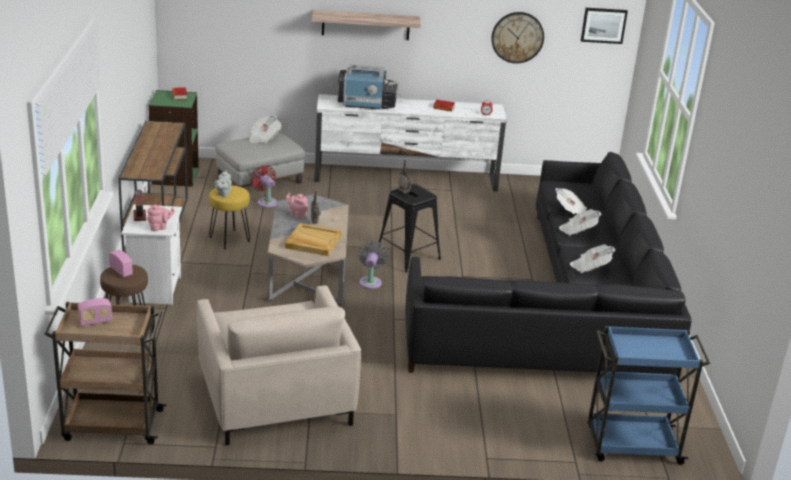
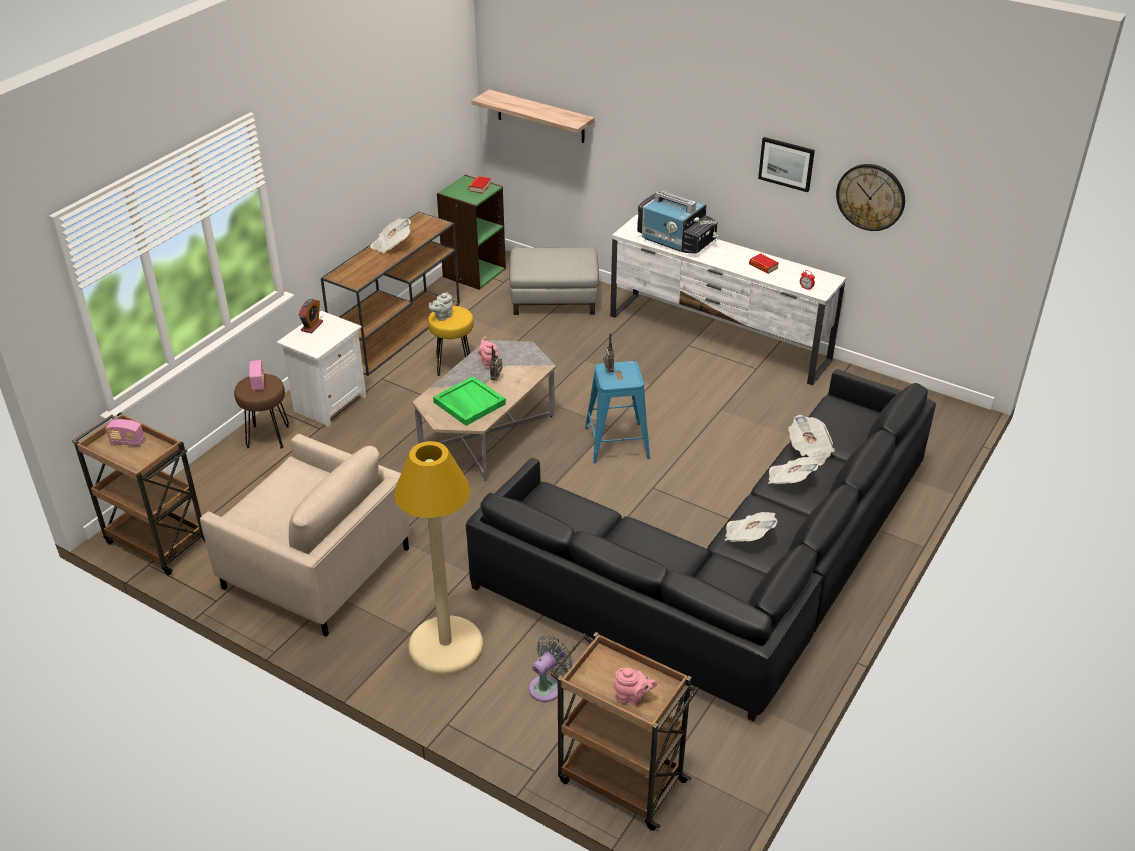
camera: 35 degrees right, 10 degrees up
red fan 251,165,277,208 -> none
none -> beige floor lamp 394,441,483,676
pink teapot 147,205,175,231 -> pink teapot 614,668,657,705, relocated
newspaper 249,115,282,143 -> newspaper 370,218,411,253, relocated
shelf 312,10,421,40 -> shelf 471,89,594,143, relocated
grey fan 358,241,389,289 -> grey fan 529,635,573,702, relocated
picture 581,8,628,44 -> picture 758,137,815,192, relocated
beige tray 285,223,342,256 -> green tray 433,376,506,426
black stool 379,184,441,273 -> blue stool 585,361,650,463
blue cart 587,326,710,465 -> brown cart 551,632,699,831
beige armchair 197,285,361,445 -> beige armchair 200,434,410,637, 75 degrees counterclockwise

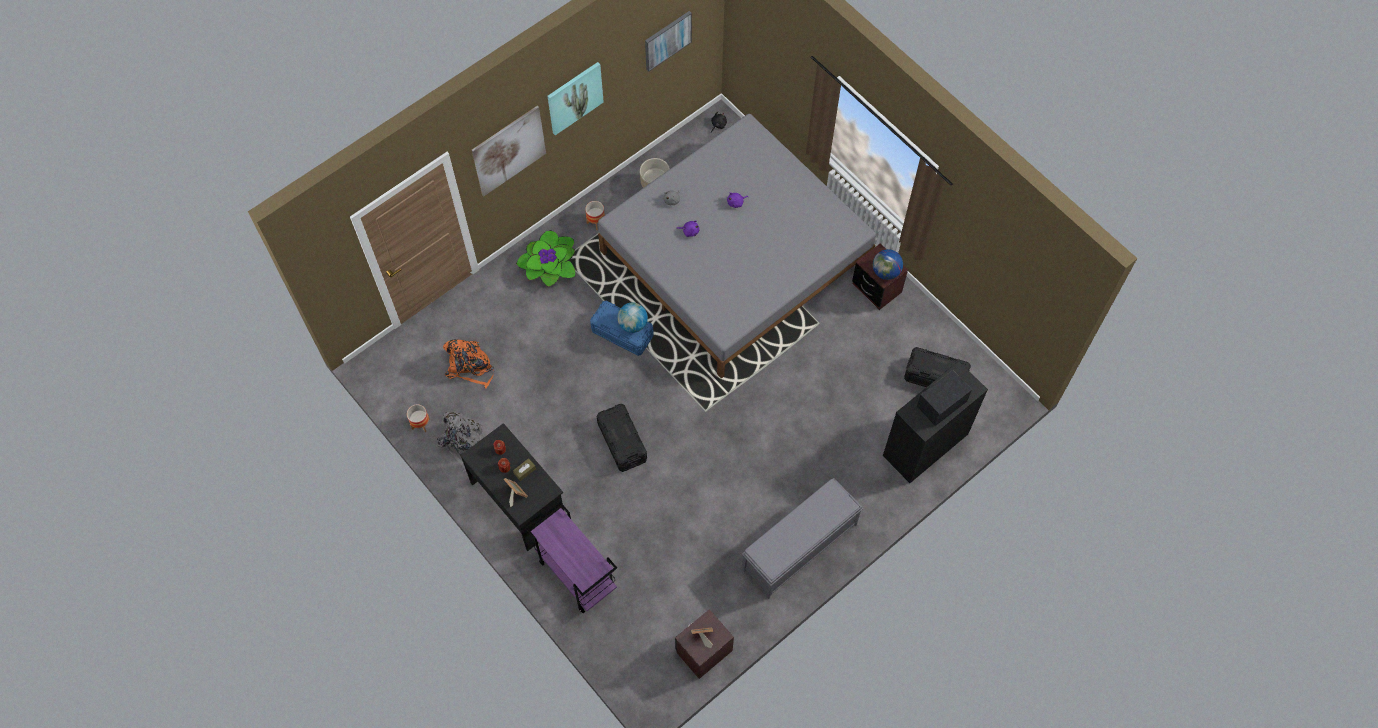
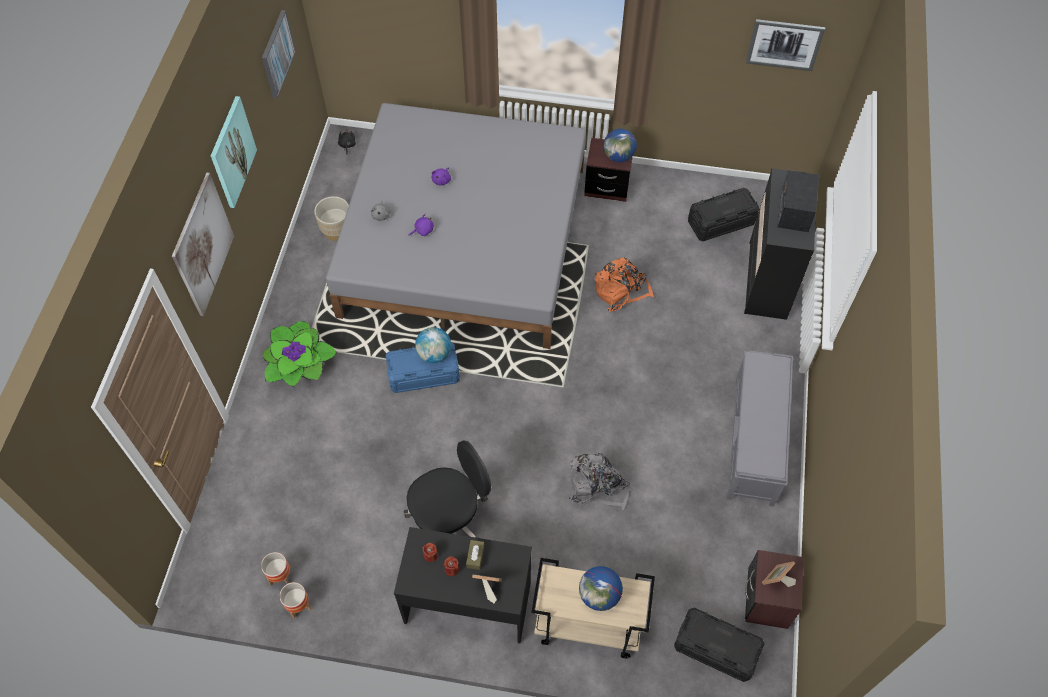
camera: 40 degrees left, 5 degrees down
none -> black office chair 404,440,491,538
none -> globe 579,566,623,611
none -> picture 746,19,825,71
grey backpack 437,412,483,472 -> grey backpack 569,453,630,510, relocated
orange backpack 443,339,494,388 -> orange backpack 595,257,654,312, relocated
planter 585,201,605,230 -> planter 261,552,291,586, relocated
black storage box 597,404,647,472 -> black storage box 674,608,765,682, relocated
purple cart 526,502,617,613 -> beige cart 531,558,655,659

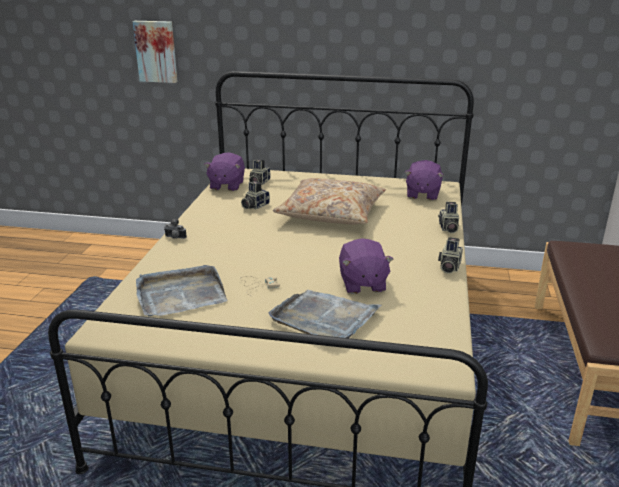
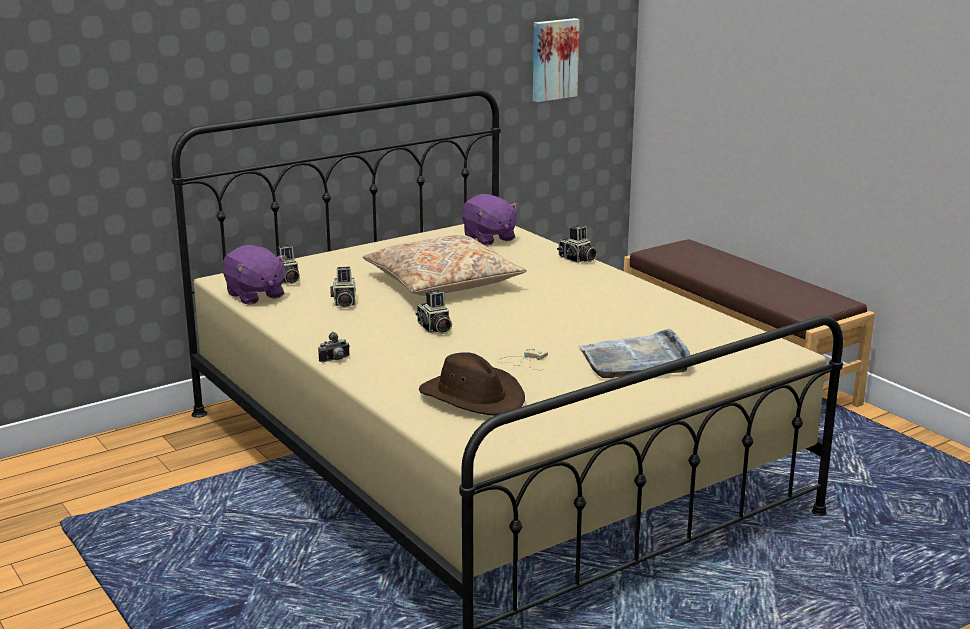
camera: 45 degrees left, 5 degrees down
purple plush toy 339,238,393,294 -> none
picture 133,21,178,83 -> picture 533,18,580,102, relocated
photo camera 438,237,463,274 -> photo camera 416,290,452,334, relocated
grey tray 136,265,228,317 -> brown hat 419,352,525,416

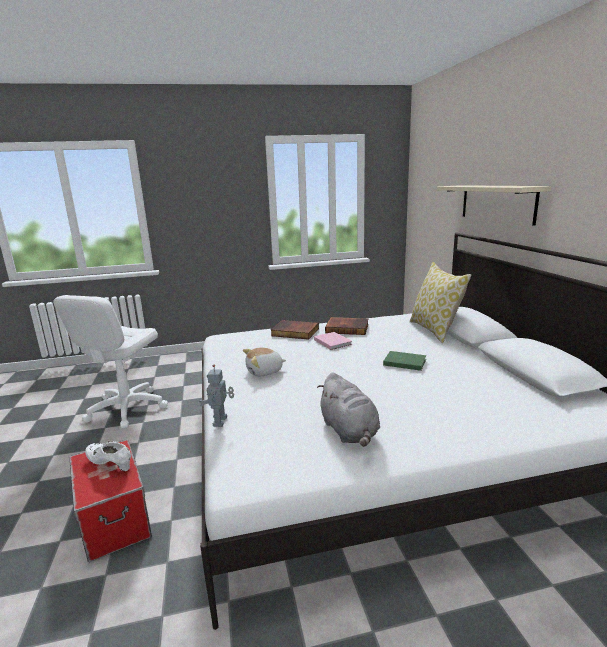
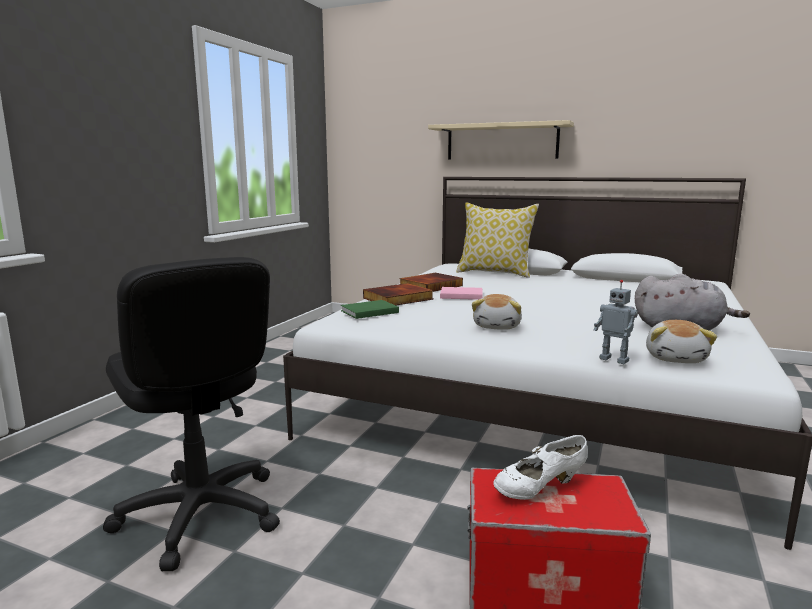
camera: 55 degrees left, 5 degrees down
none -> plush toy 646,320,717,363
green book 383,351,426,371 -> green book 341,300,399,319, relocated
white office chair 53,295,168,428 -> black office chair 103,257,280,571

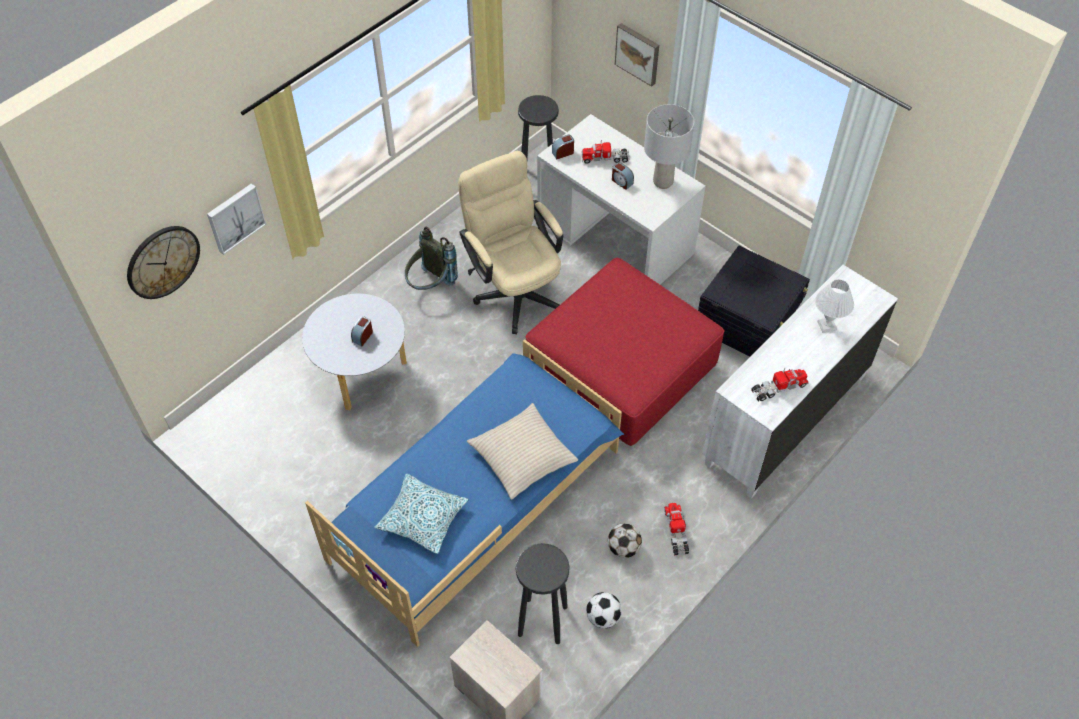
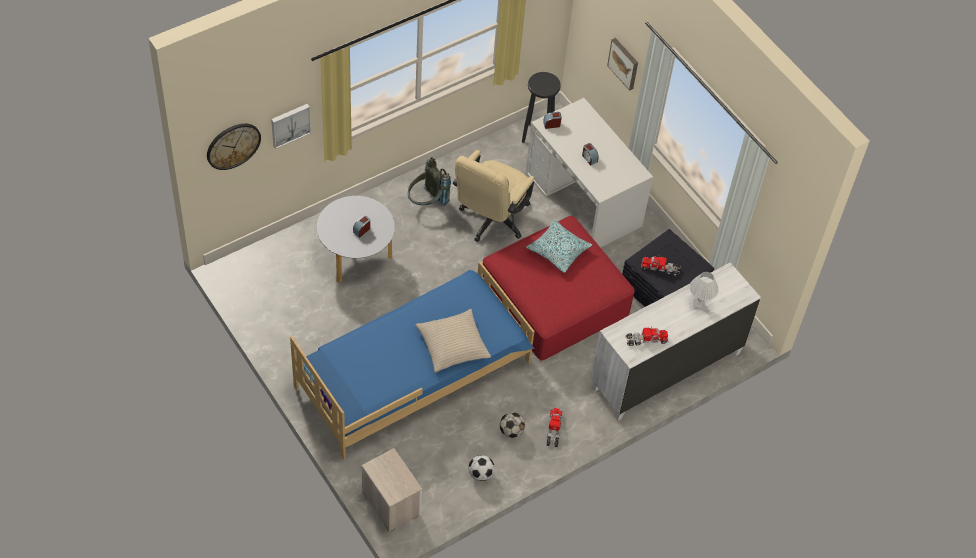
camera: 10 degrees right, 0 degrees up
black stool 516,543,570,644 -> none
grey table lamp 644,104,694,189 -> none
pillow 374,474,469,554 -> pillow 526,219,593,273, relocated
toy truck 582,140,629,164 -> toy truck 641,255,681,276, relocated
beige office chair 458,151,563,334 -> beige office chair 453,150,534,242, 135 degrees counterclockwise

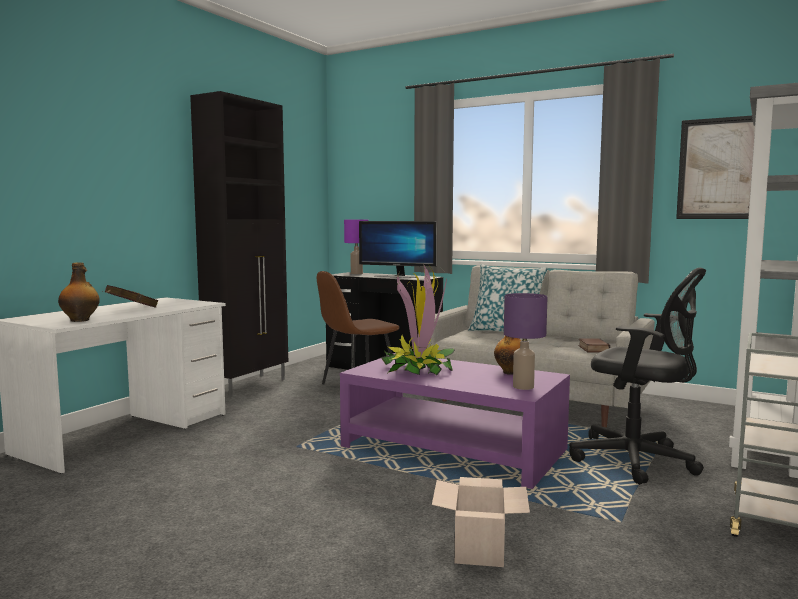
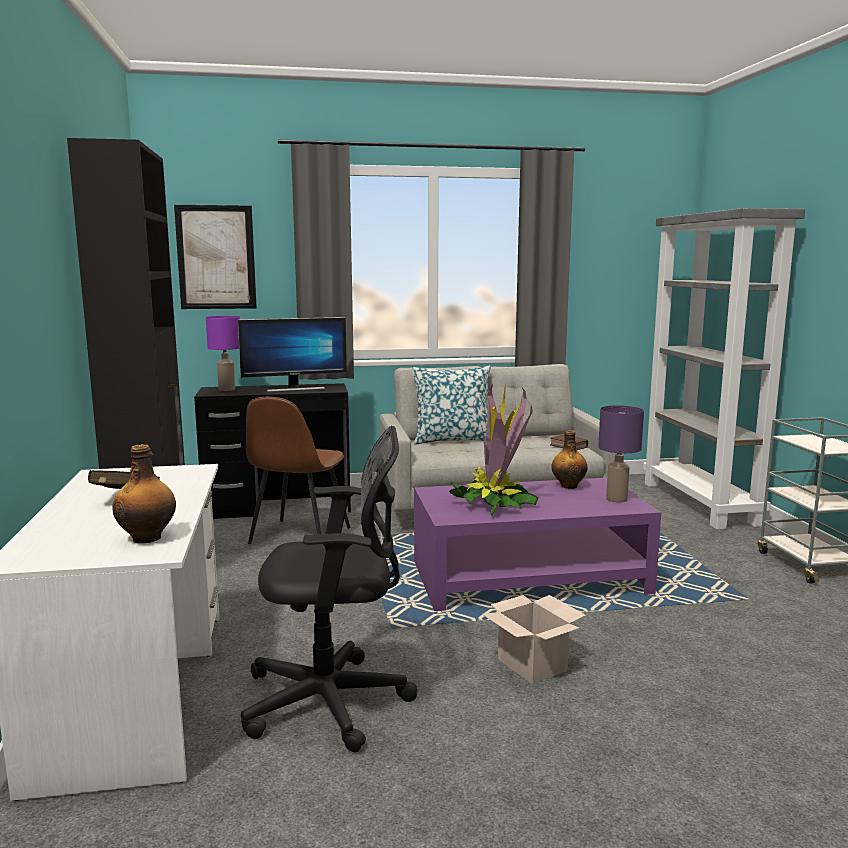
camera: 40 degrees left, 5 degrees up
cardboard box 432,477,530,567 -> cardboard box 482,595,586,684, relocated
black office chair 569,268,706,485 -> black office chair 241,426,417,752, relocated
picture 676,116,755,219 -> picture 174,205,257,309, relocated

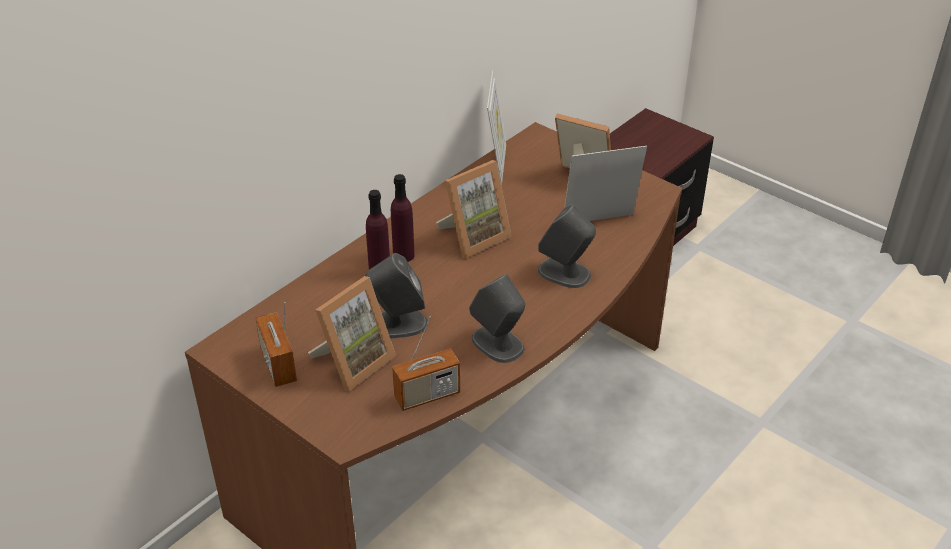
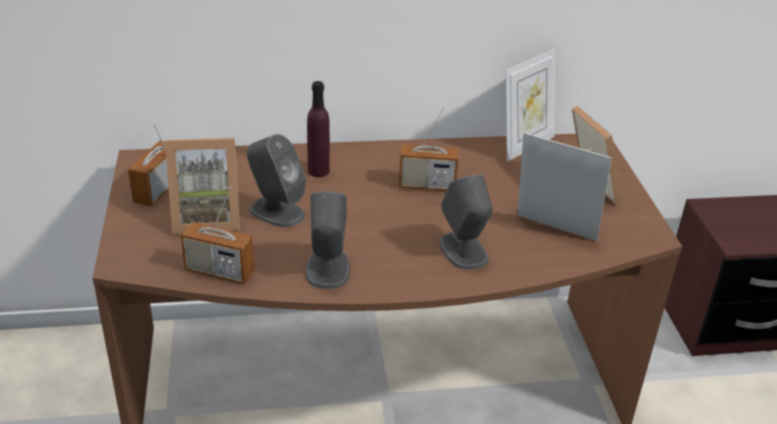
camera: 40 degrees right, 5 degrees down
purple bottle 391,174,414,262 -> none
picture frame 436,160,511,258 -> radio 399,107,459,191

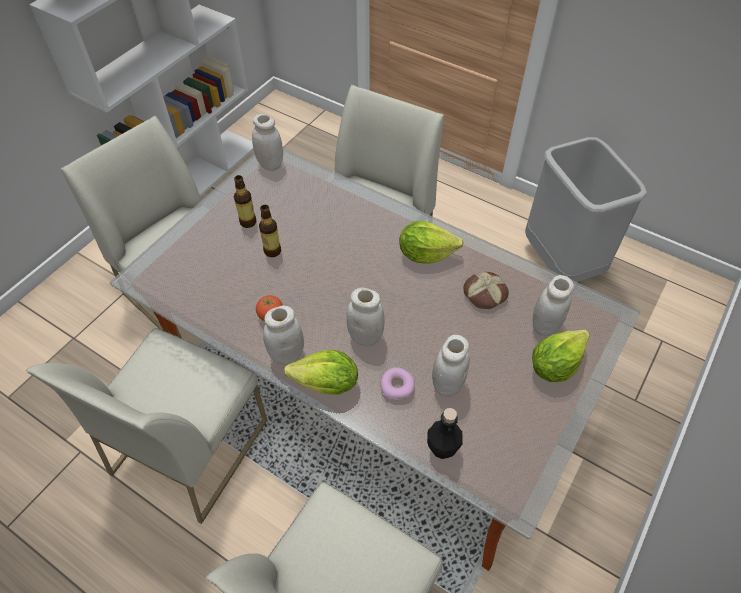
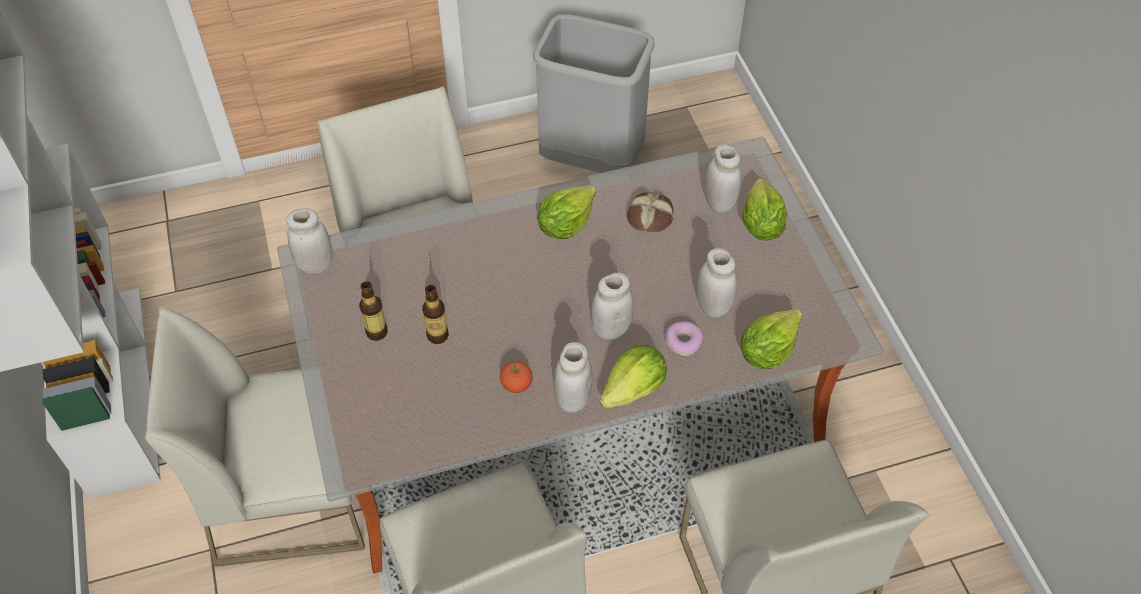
camera: 50 degrees left, 0 degrees up
black bottle 427,408,462,459 -> lettuce 741,309,802,369

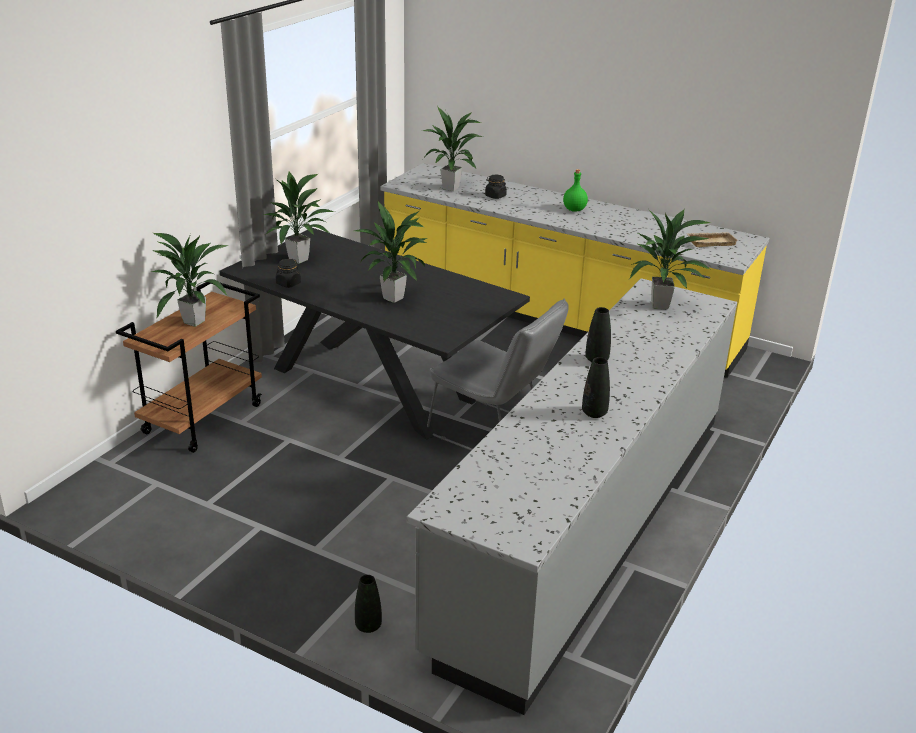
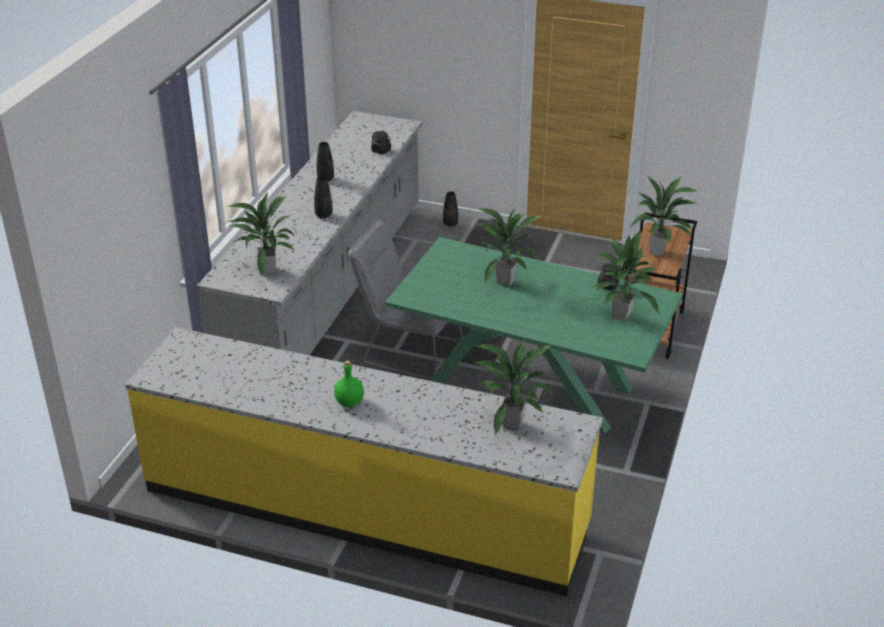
camera: 170 degrees right, 5 degrees up
beige tray 686,232,738,247 -> none
black jar 485,175,507,199 -> black jar 371,131,391,154, relocated
black dining table 220,228,530,440 -> green dining table 385,237,683,433

